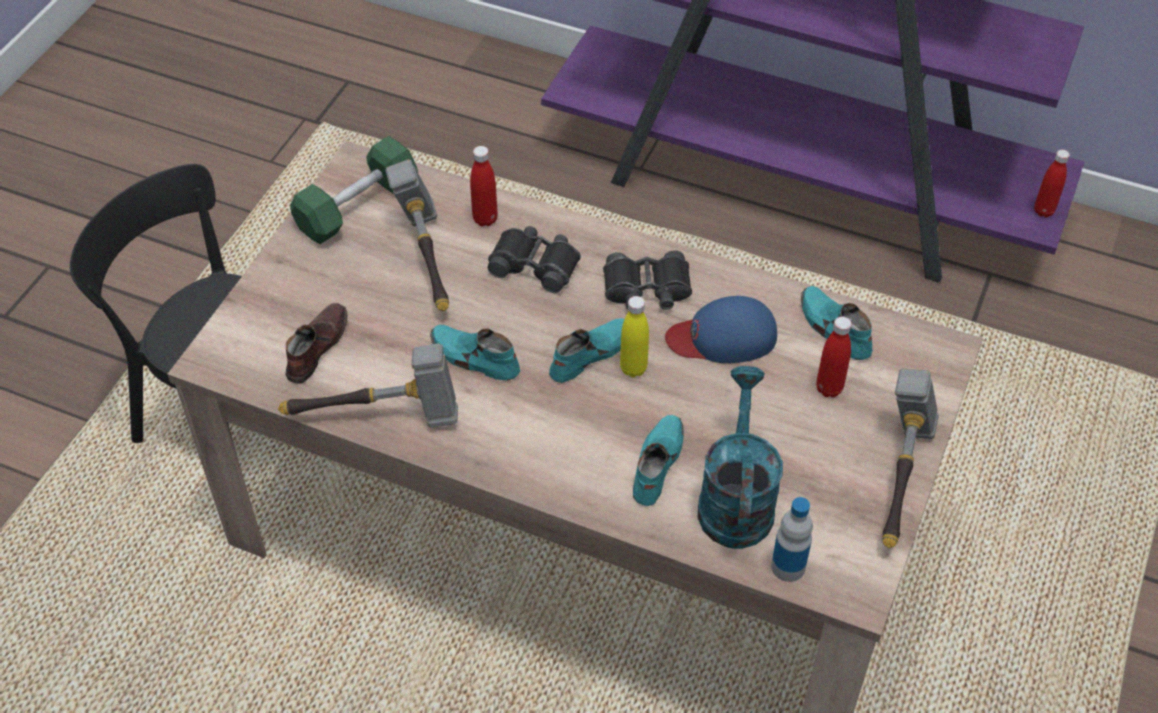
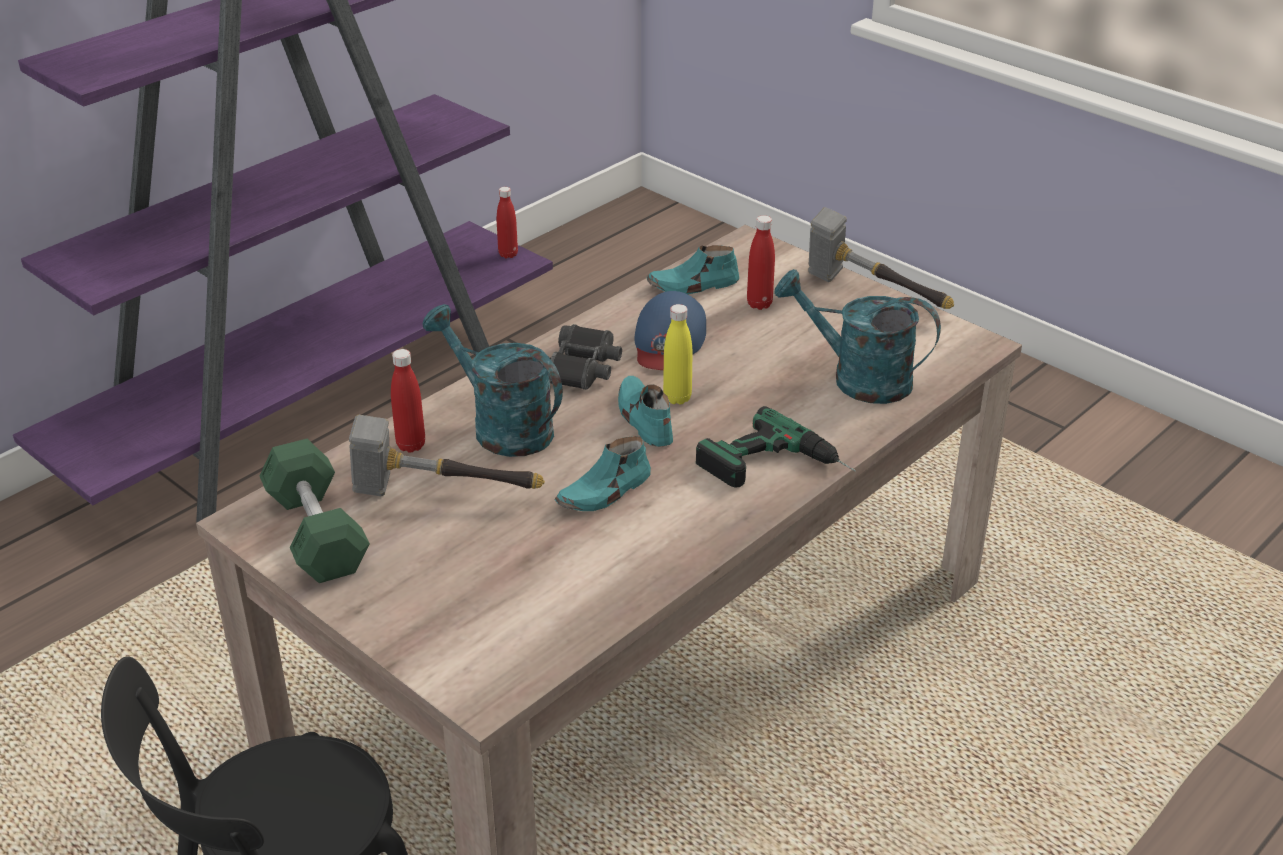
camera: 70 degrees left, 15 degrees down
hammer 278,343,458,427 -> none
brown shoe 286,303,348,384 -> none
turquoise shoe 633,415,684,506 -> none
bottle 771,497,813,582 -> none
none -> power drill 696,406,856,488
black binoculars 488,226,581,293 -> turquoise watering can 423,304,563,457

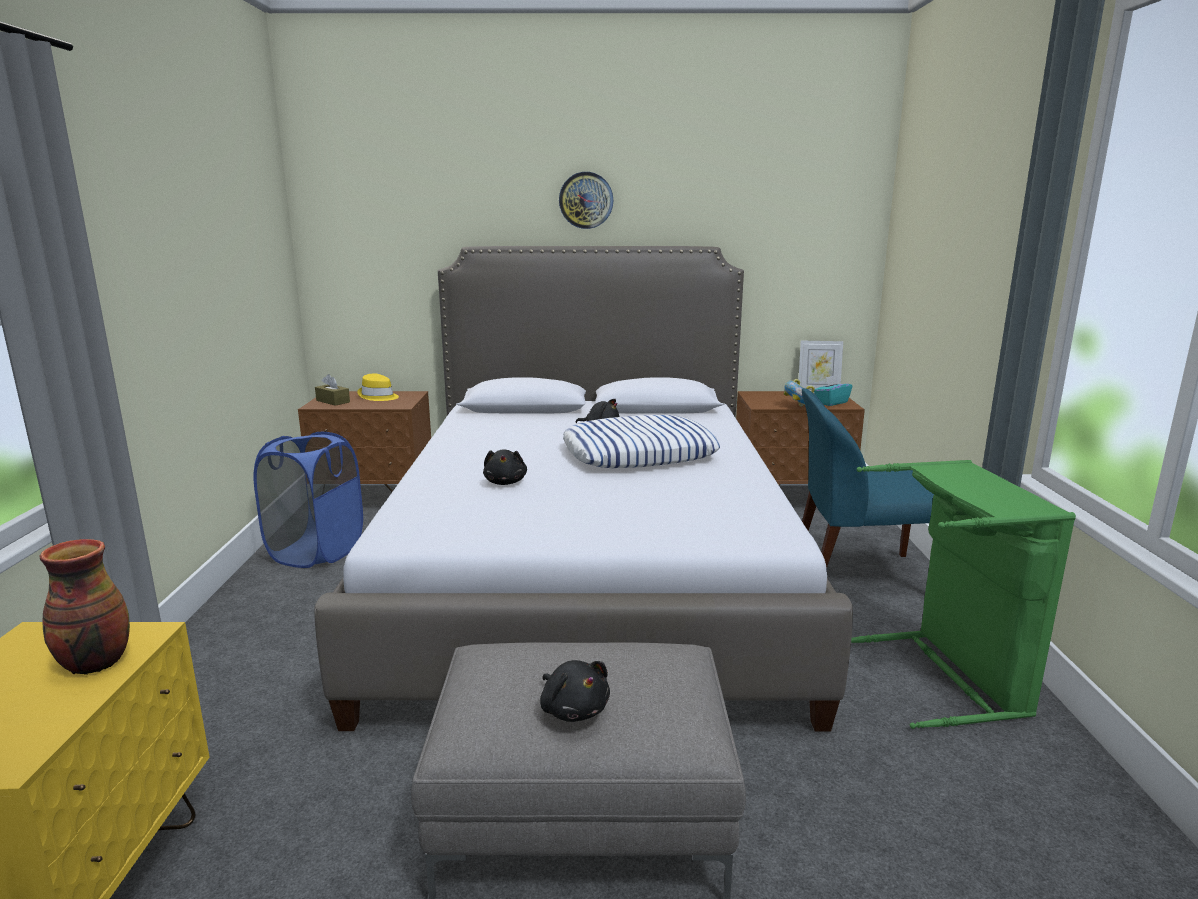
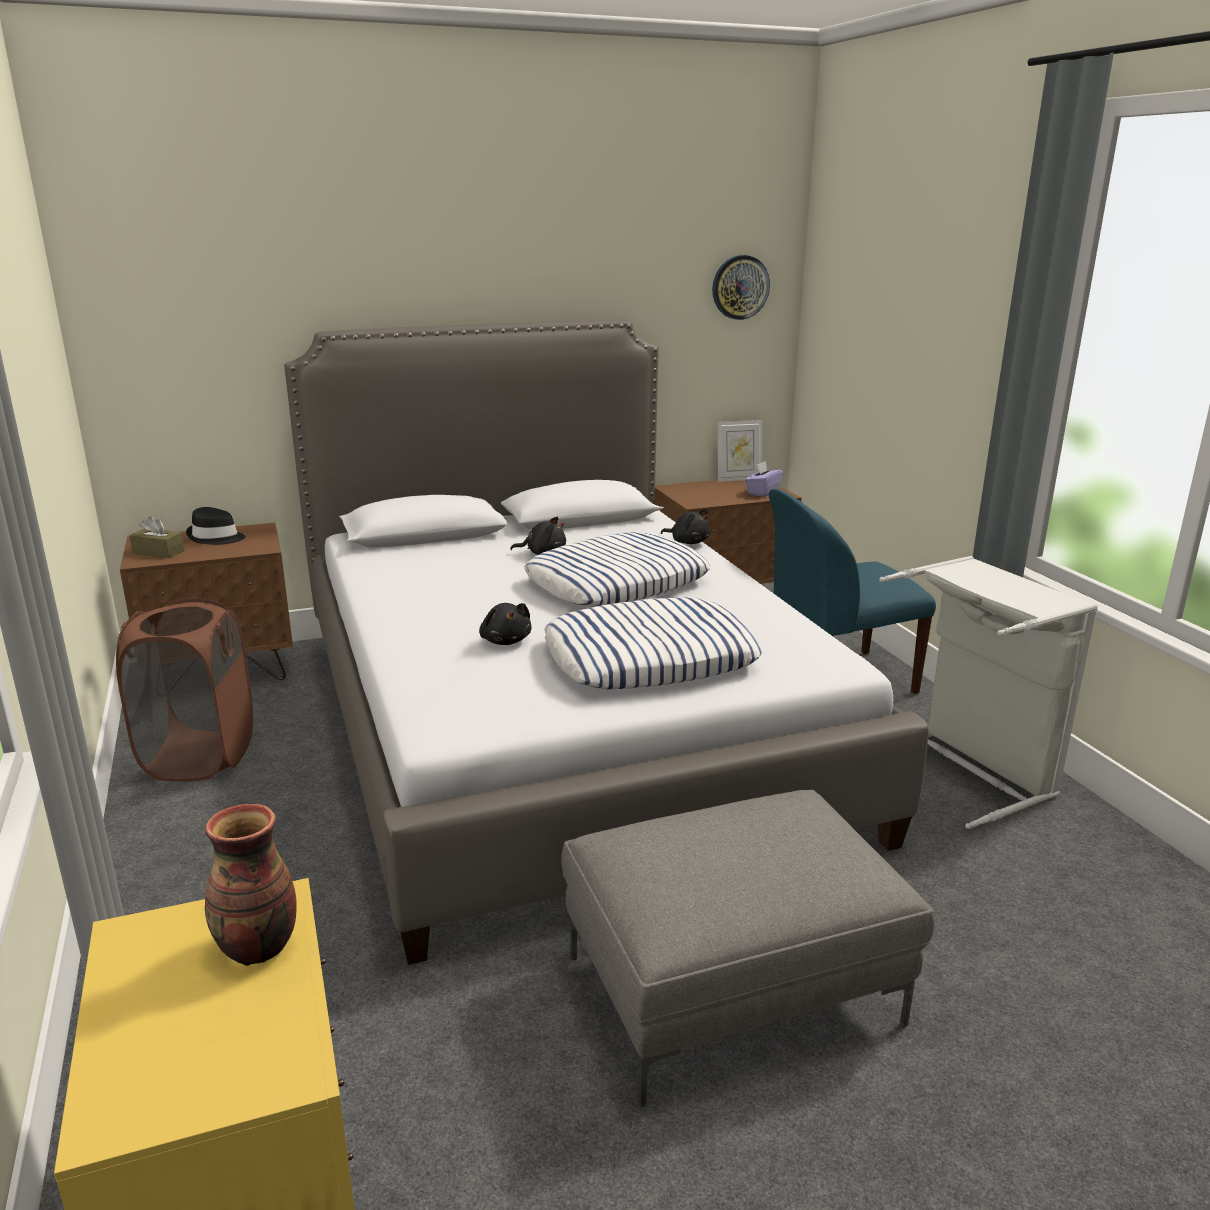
camera: 20 degrees left, 5 degrees up
bowl 784,379,815,407 -> none
none -> pillow 544,597,762,689
black plush toy 540,660,610,722 -> black plush toy 661,509,710,544, relocated
wall clock 559,172,613,229 -> wall clock 712,255,770,320, relocated
blue laundry basket 253,432,363,568 -> brown laundry basket 116,598,253,782
yellow hat 357,373,399,401 -> black hat 186,507,245,545
turquoise tissue box 814,375,852,406 -> purple tissue box 745,461,783,497
green laundry basket 851,460,1076,729 -> grey laundry basket 879,556,1098,829

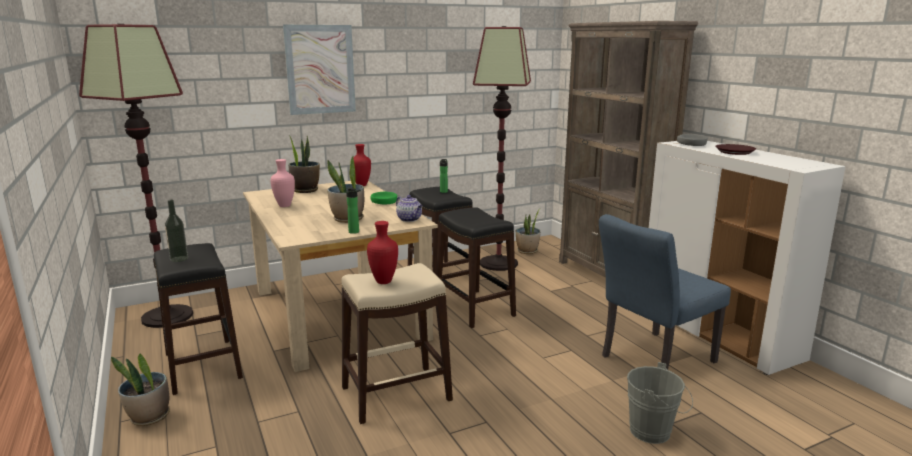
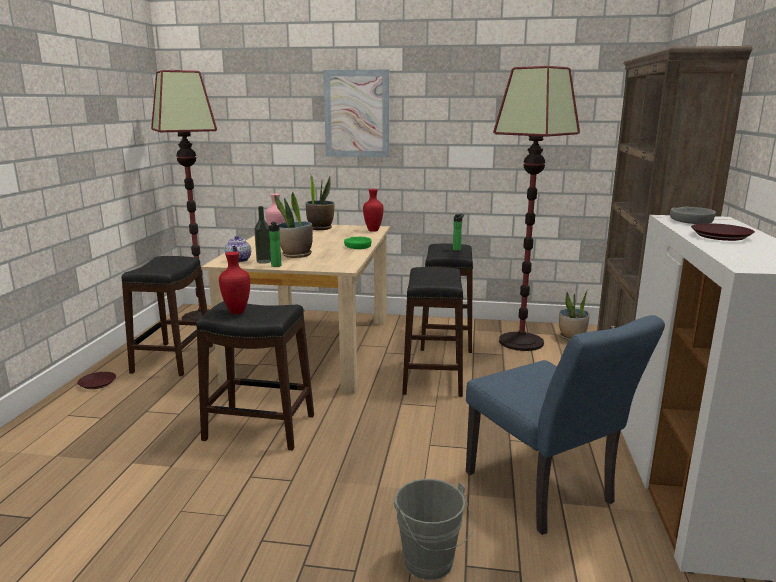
camera: 35 degrees right, 0 degrees up
bottle 165,200,188,262 -> bottle 254,206,271,264, relocated
teapot 396,195,422,222 -> teapot 225,236,251,263, relocated
potted plant 111,353,170,426 -> brown plate 77,372,116,389
beige stool 341,263,453,424 -> black stool 196,301,314,450
blue chair 599,214,731,370 -> blue chair 466,315,665,535, 120 degrees counterclockwise

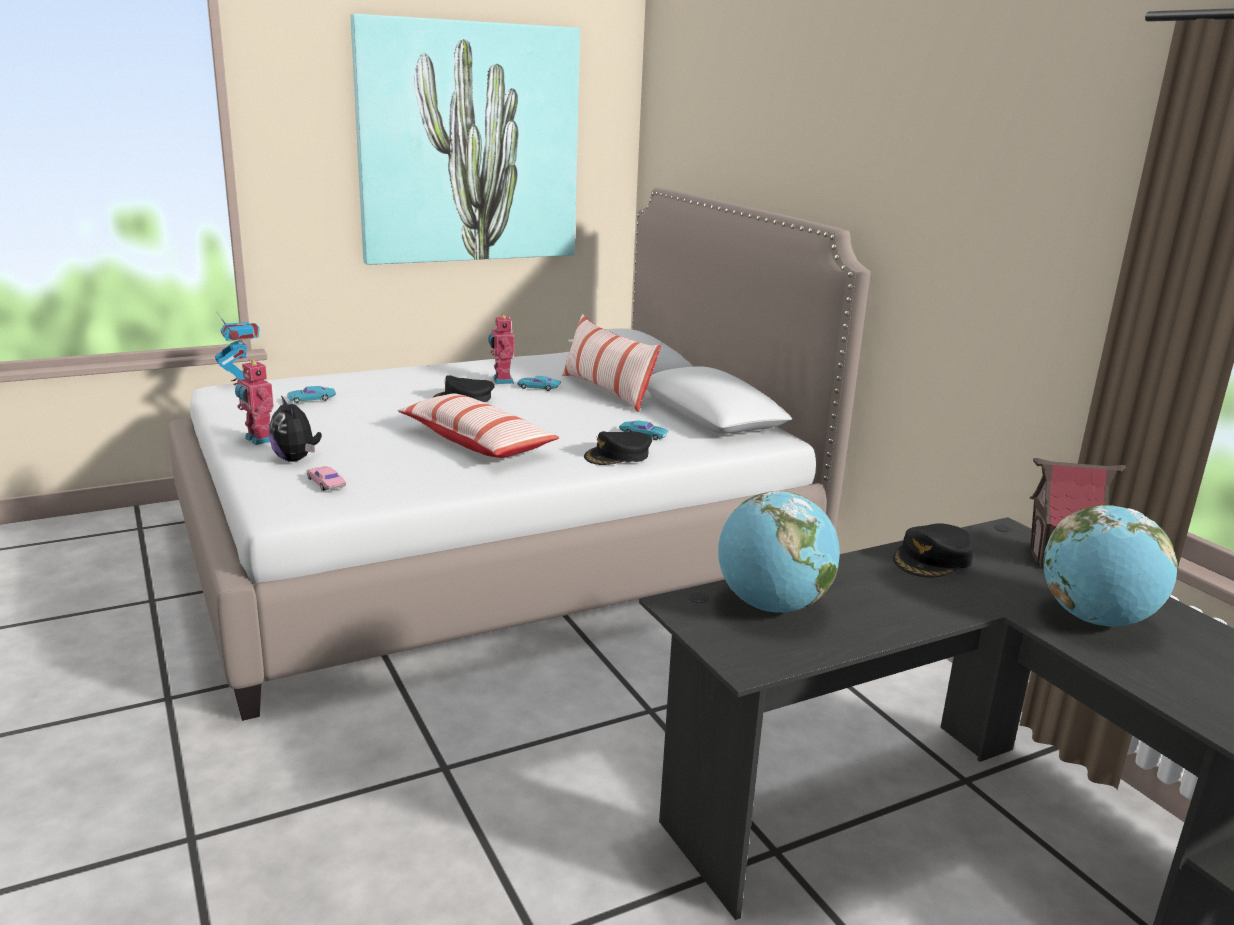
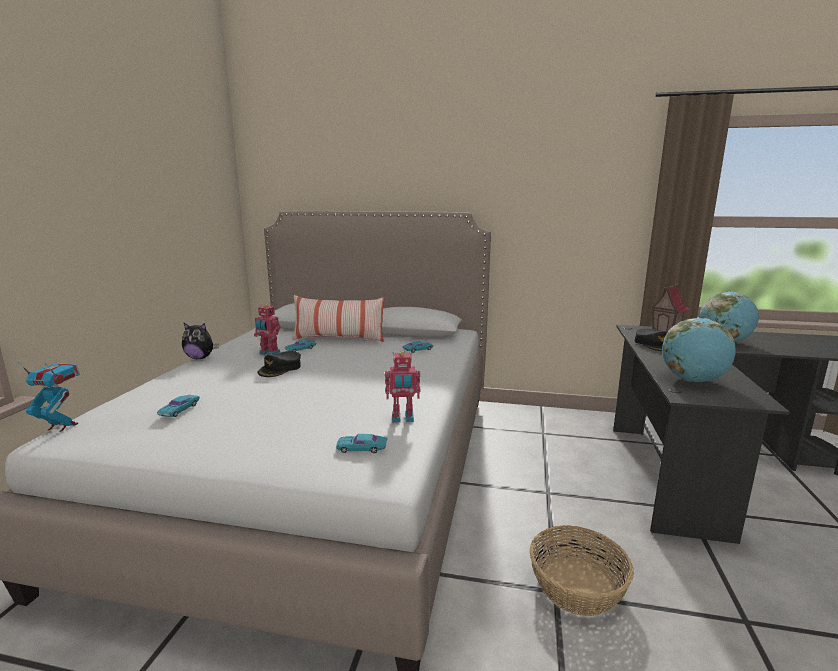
camera: 50 degrees left, 5 degrees down
picture 351,14,580,265 -> none
pillow 398,393,559,458 -> none
black cap 584,431,652,465 -> none
none -> basket 530,525,634,616
toy robot 235,359,274,445 -> toy robot 385,351,421,422, relocated
plush toy 269,396,322,462 -> plush toy 182,323,219,359, relocated
pink toy car 307,466,346,491 -> turquoise toy car 336,434,387,453

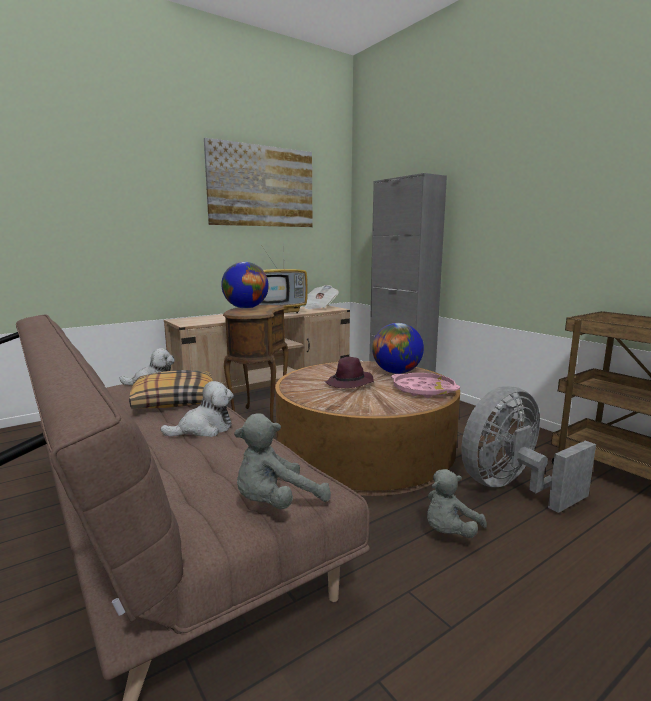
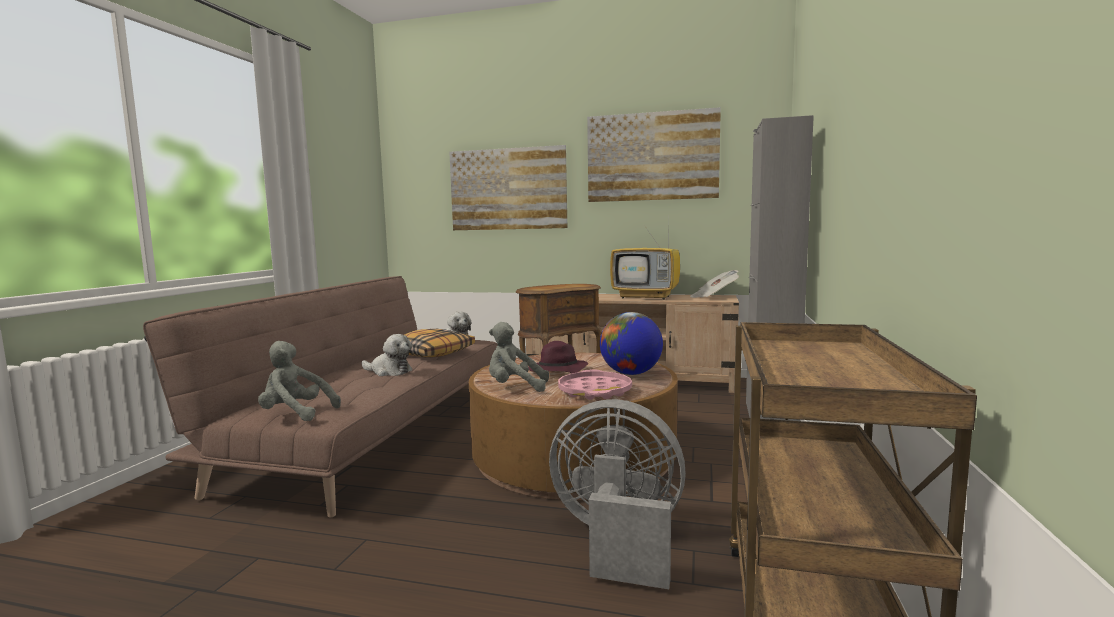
camera: 50 degrees right, 5 degrees down
globe 221,262,269,309 -> none
none -> picture 449,145,567,230
grey plush toy 427,469,487,538 -> grey plush toy 489,322,549,392, relocated

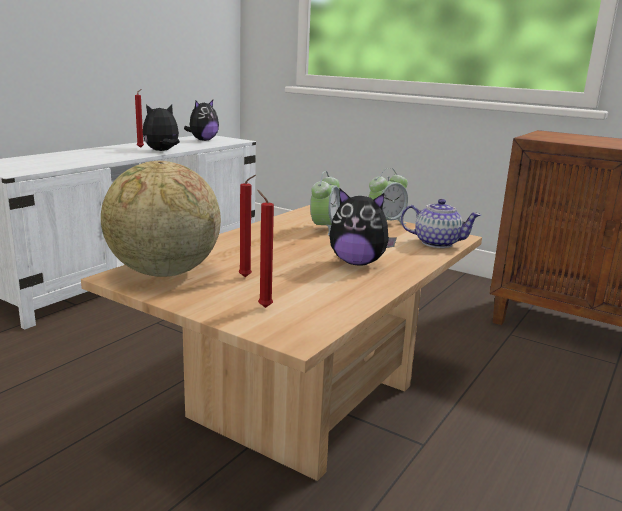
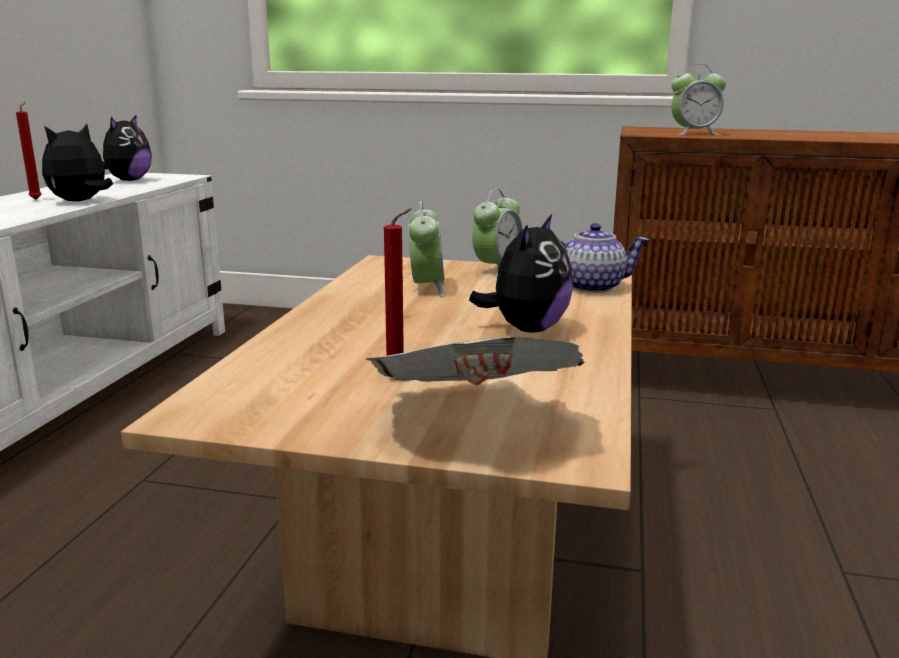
camera: 20 degrees left, 0 degrees up
globe 101,161,221,277 -> none
none -> alarm clock 671,64,726,135
red candle 257,190,274,308 -> newspaper 367,337,585,385
plush toy 329,189,397,266 -> plush toy 469,214,573,333, 60 degrees counterclockwise

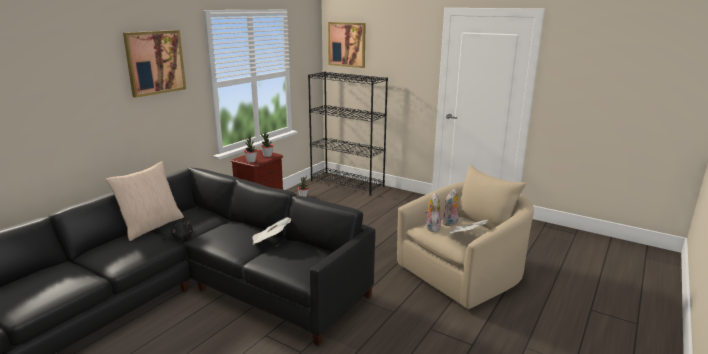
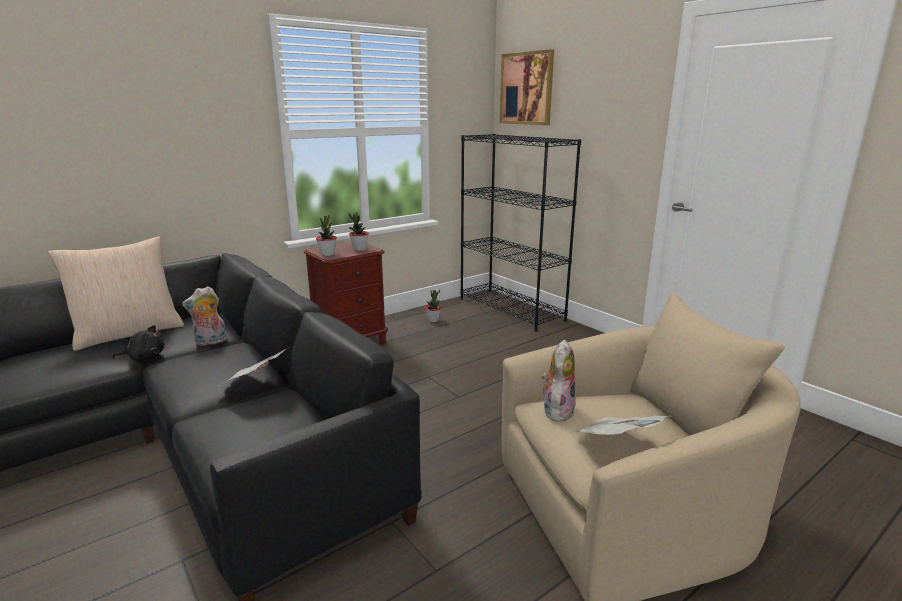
camera: 20 degrees right, 0 degrees up
picture 123,30,186,98 -> none
plush toy 443,189,460,226 -> plush toy 182,286,228,346, relocated

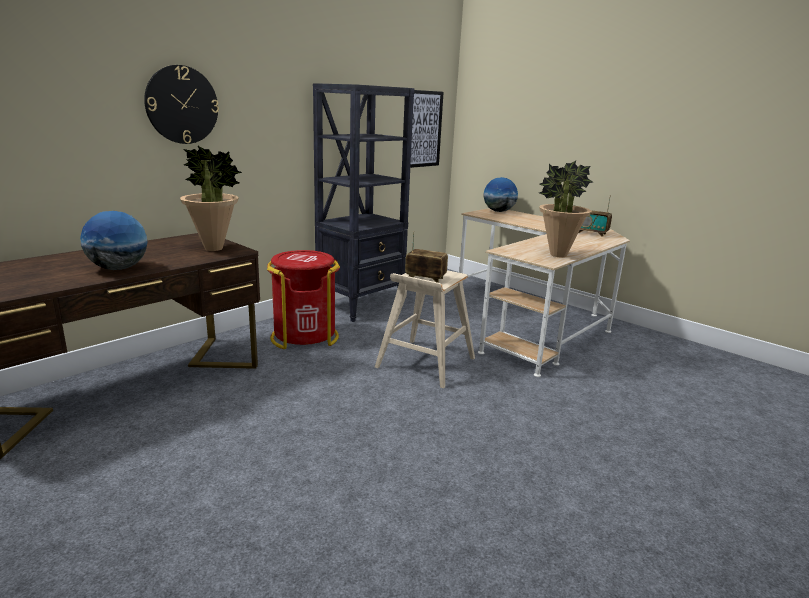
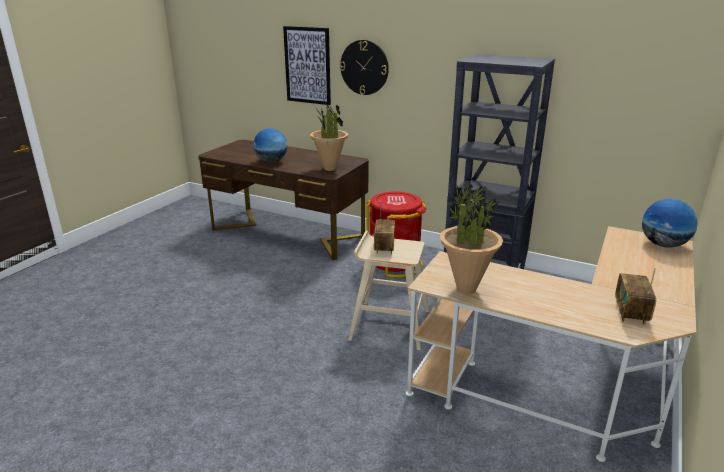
camera: 75 degrees right, 5 degrees up
picture 410,90,444,168 -> picture 283,26,331,105, relocated

